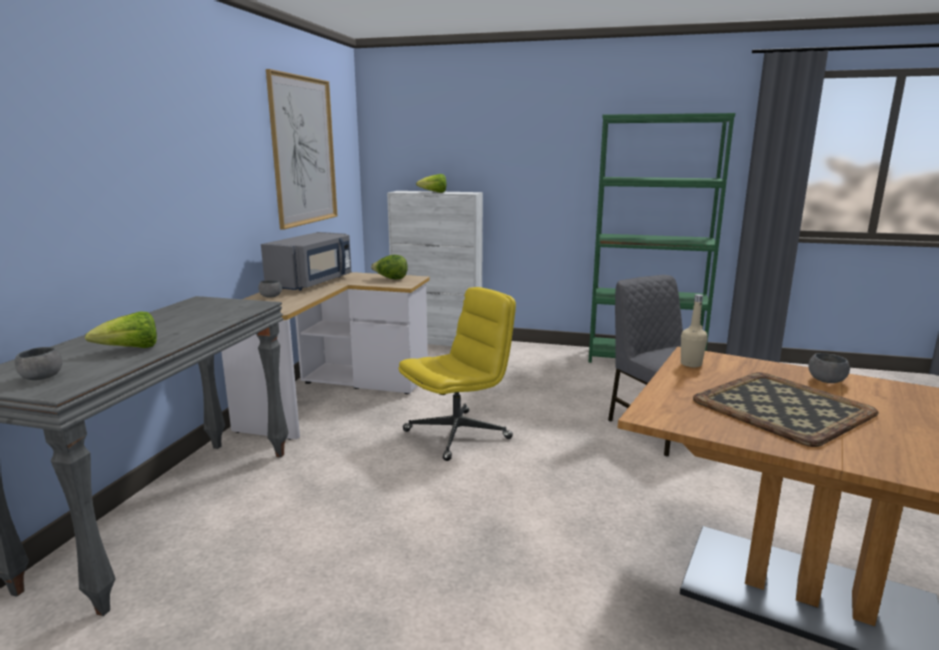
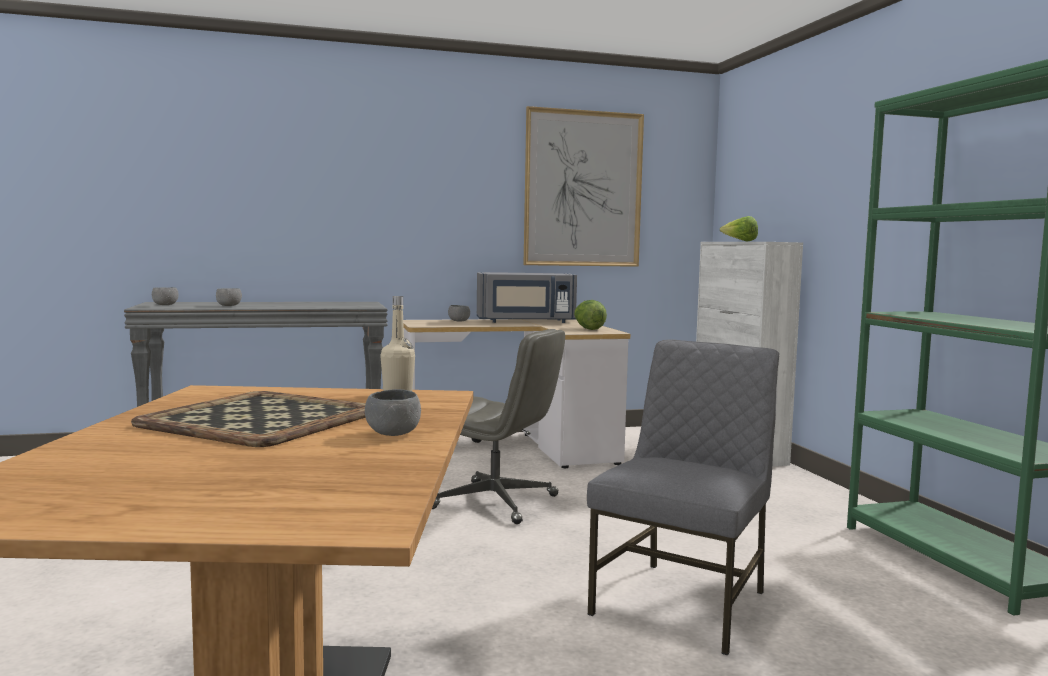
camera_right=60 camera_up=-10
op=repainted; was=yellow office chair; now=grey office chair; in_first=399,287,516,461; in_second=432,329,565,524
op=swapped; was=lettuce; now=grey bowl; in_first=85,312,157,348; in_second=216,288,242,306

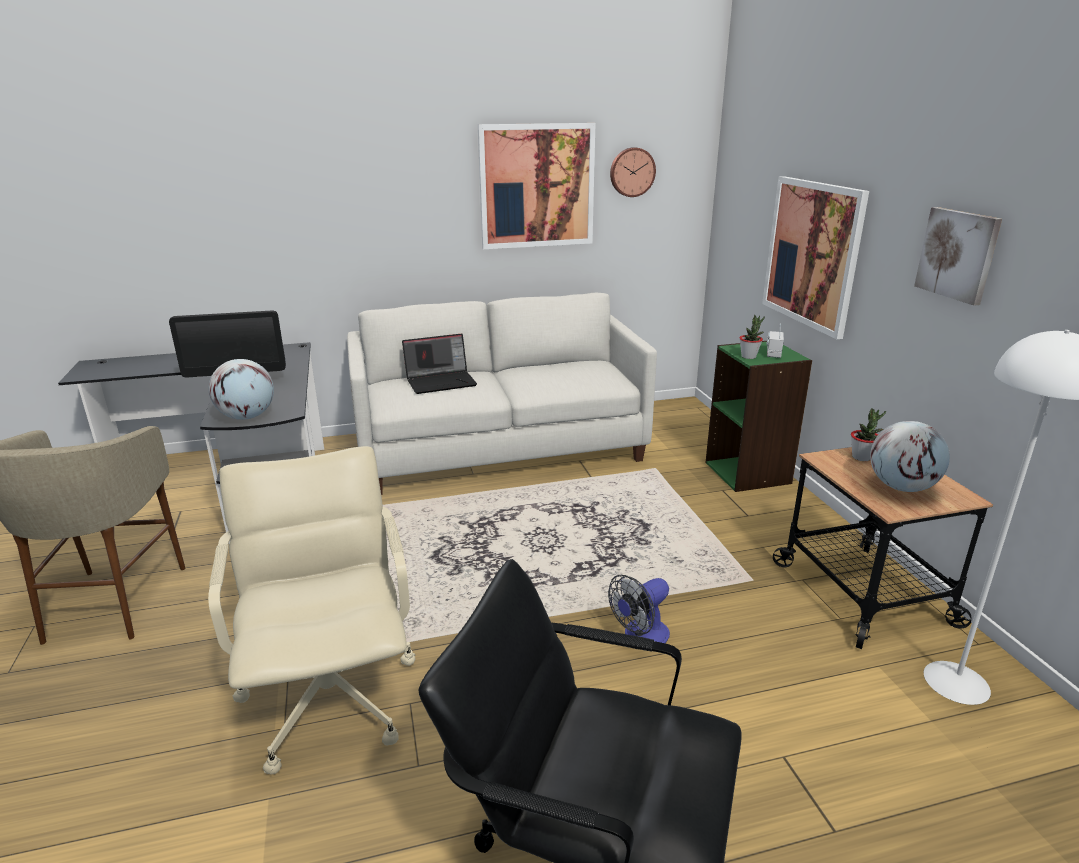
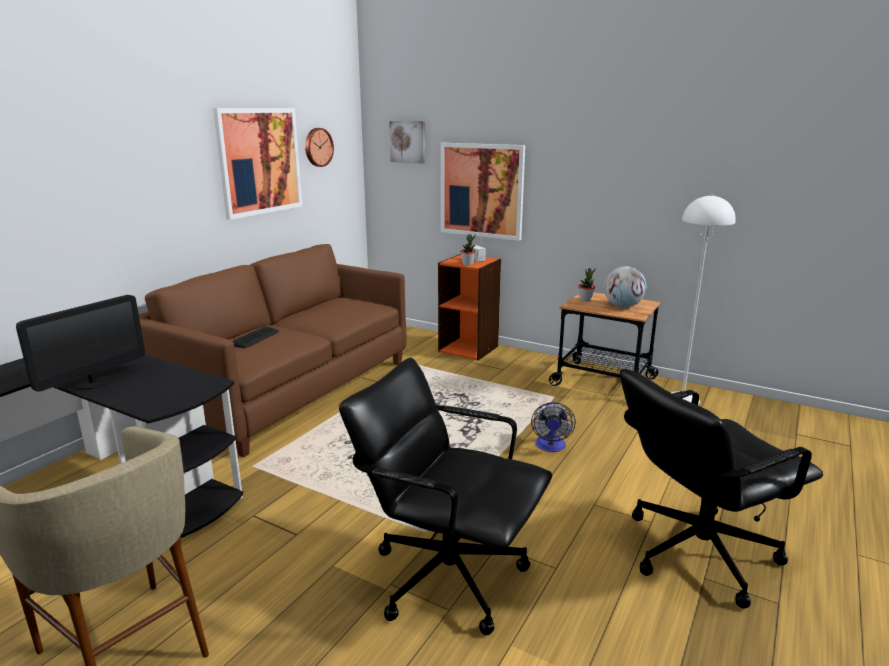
camera_right=-45 camera_up=-5
op=shifted; was=picture; in_first=914,207,1002,306; in_second=389,121,425,164
op=repainted; was=white sofa; now=brown sofa; in_first=347,293,657,495; in_second=139,244,407,457
op=swapped; was=laptop; now=keyboard; in_first=402,333,477,394; in_second=233,326,279,348
op=repainted; was=green bookcase; now=orange bookcase; in_first=705,341,812,492; in_second=438,254,501,361
op=gone; was=globe; in_first=209,359,274,420
op=repainted; was=beige office chair; now=black office chair; in_first=208,446,415,775; in_second=339,358,552,635

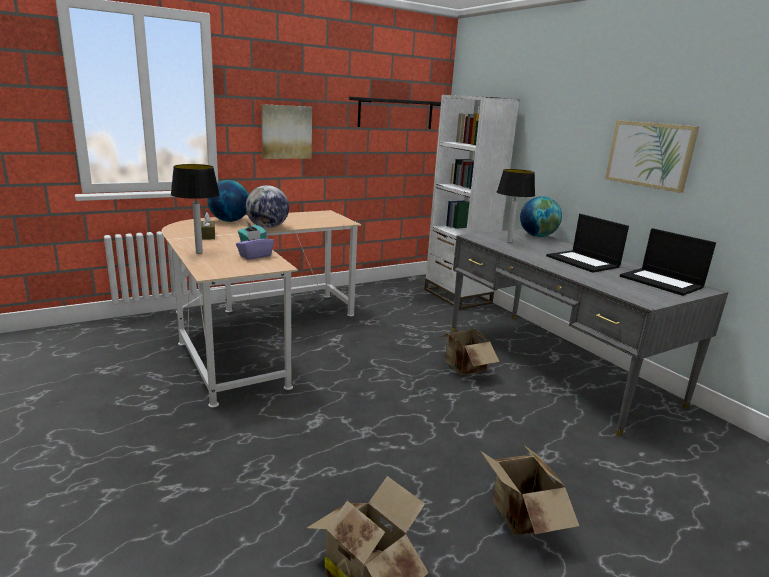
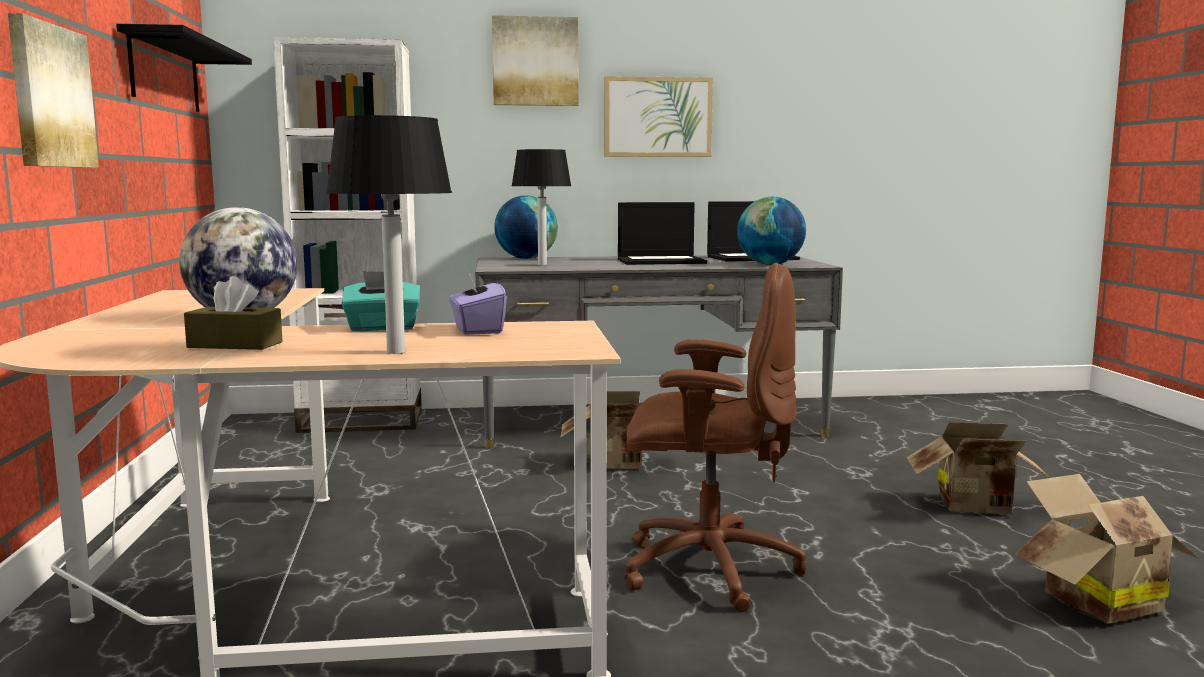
camera_right=-65 camera_up=-10
op=shifted; was=globe; in_first=207,180,249,222; in_second=737,197,806,265
op=new; now=picture; in_second=492,15,579,106
op=new; now=brown office chair; in_second=625,263,806,612

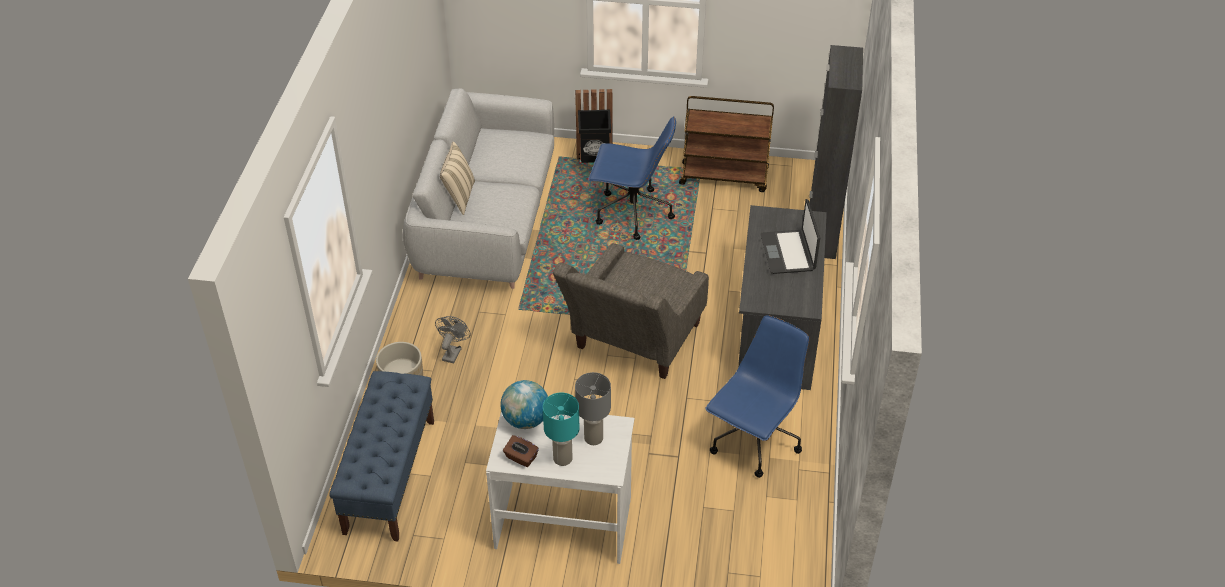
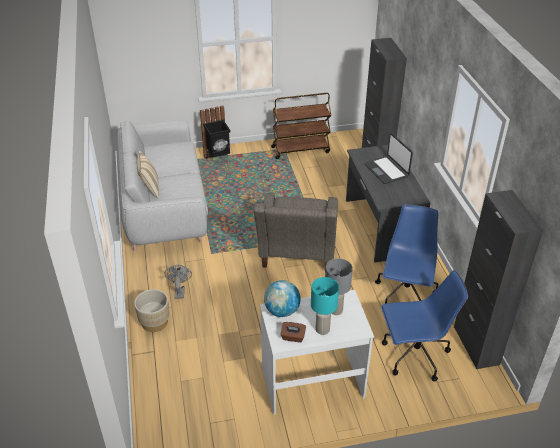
camera_right=-20 camera_up=-5
op=shifted; was=blue office chair; in_first=588,117,676,240; in_second=381,270,468,381
op=gone; was=blue bench; in_first=329,371,434,541
op=new; now=black cabinet; in_second=454,190,543,369

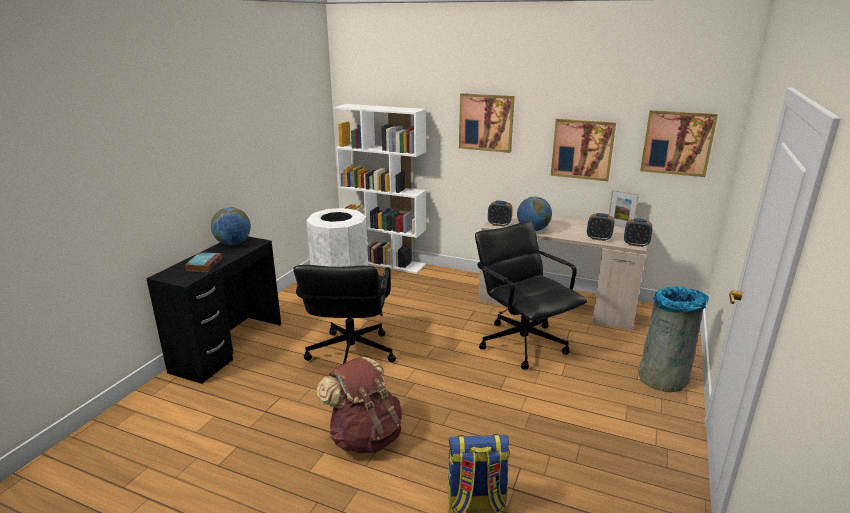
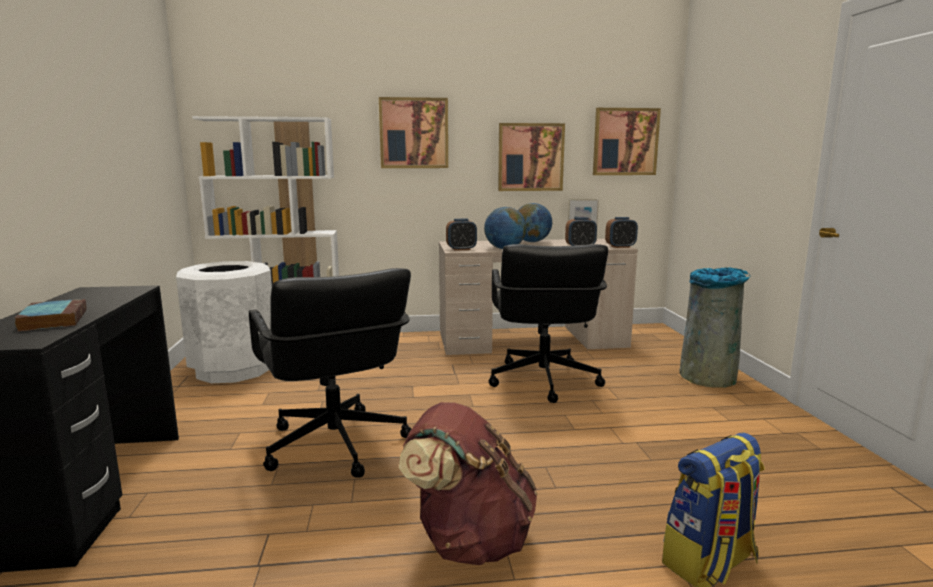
camera_right=-30 camera_up=-10
op=shifted; was=globe; in_first=211,207,251,245; in_second=518,203,552,242
op=rotated; was=black office chair; in_first=475,221,588,370; in_second=489,244,608,403; clockwise=-120

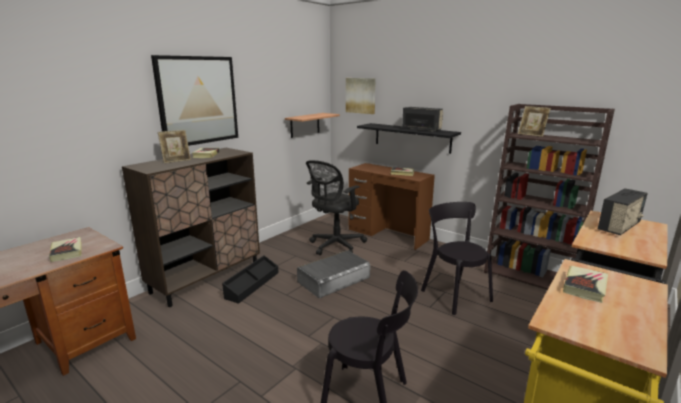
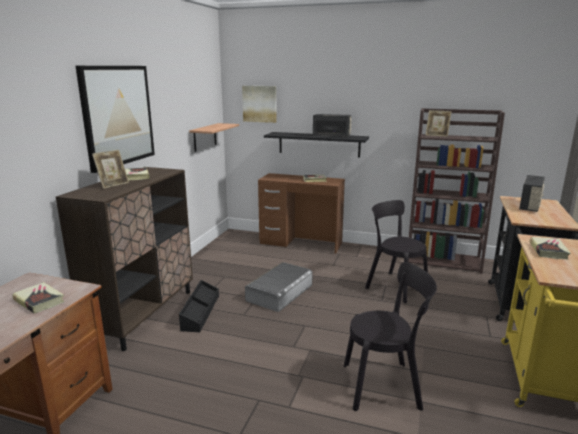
camera_right=-20 camera_up=0
op=gone; was=black office chair; in_first=306,160,367,255

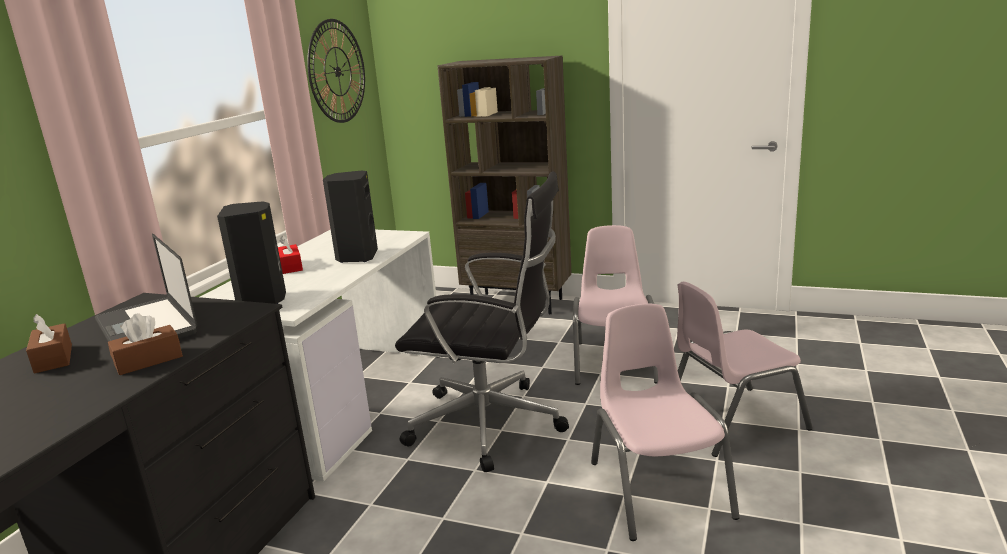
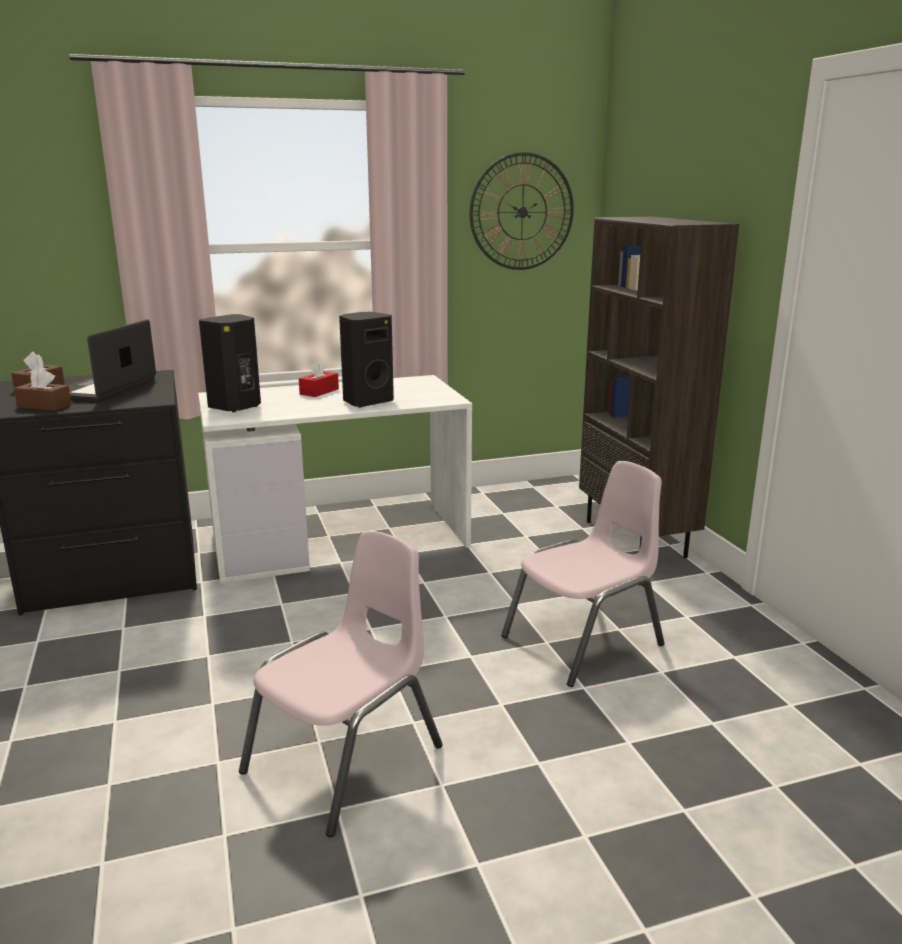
camera_right=50 camera_up=0
op=gone; was=black office chair; in_first=395,171,569,472
op=gone; was=pink chair; in_first=677,282,813,457

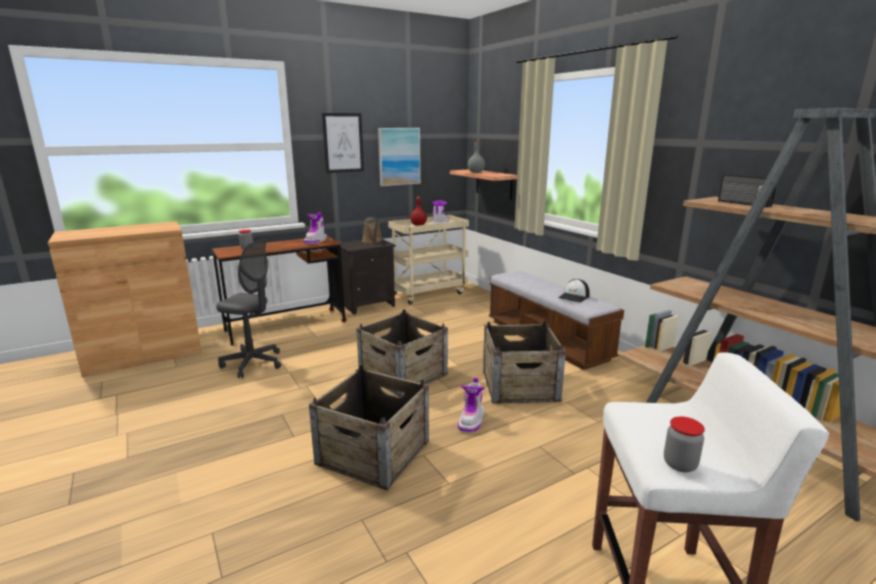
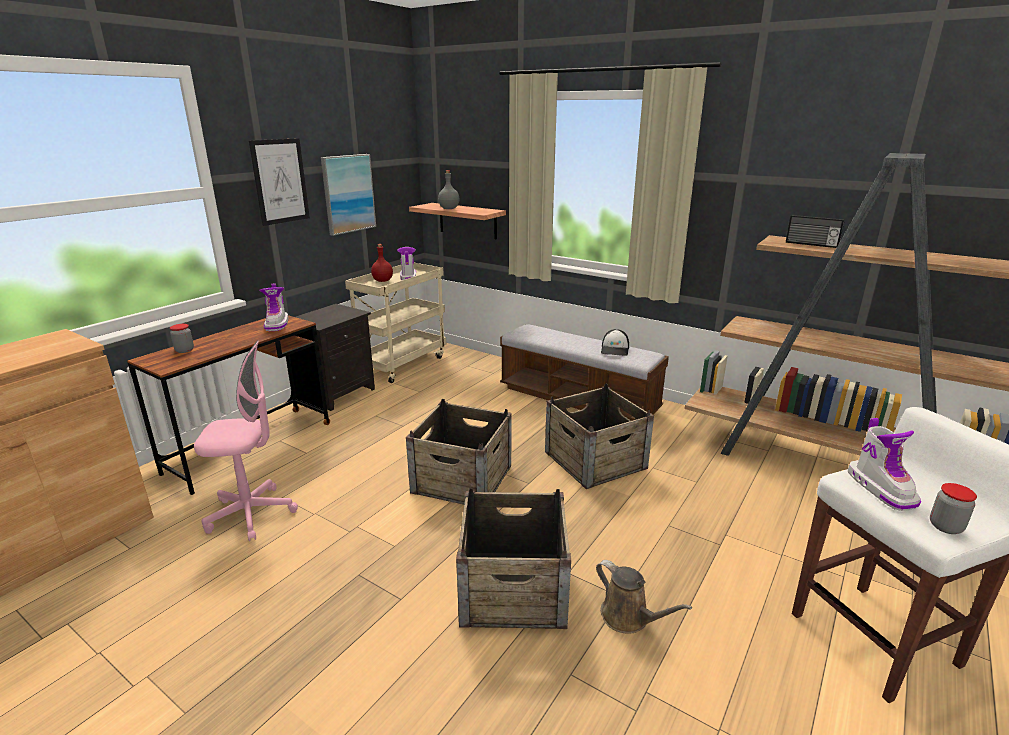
camera_right=-25 camera_up=5
op=shifted; was=brown watering can; in_first=362,217,383,243; in_second=596,560,692,634
op=repainted; was=grey office chair; now=pink office chair; in_first=216,239,281,378; in_second=194,341,298,541
op=shifted; was=boot; in_first=458,378,485,433; in_second=848,418,921,511

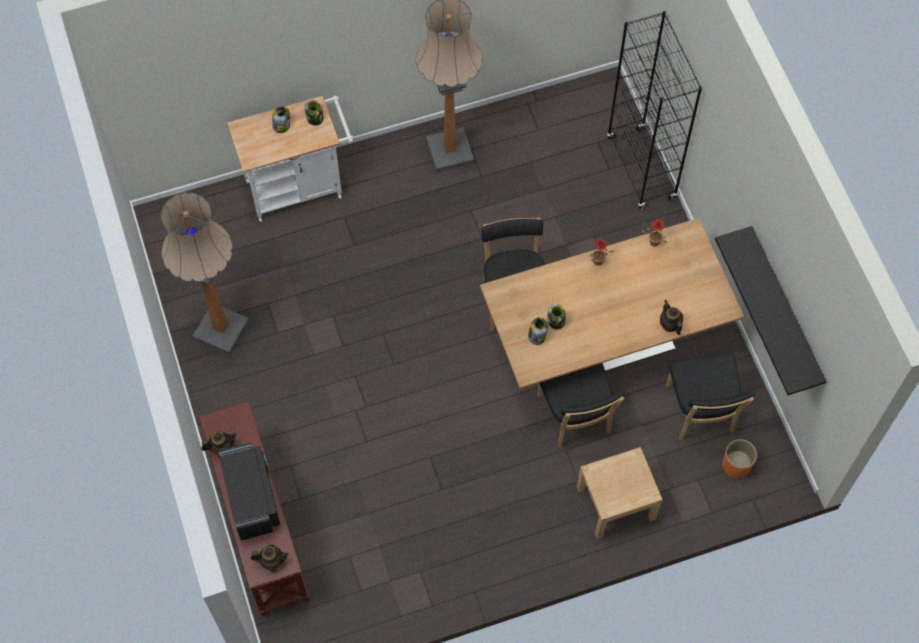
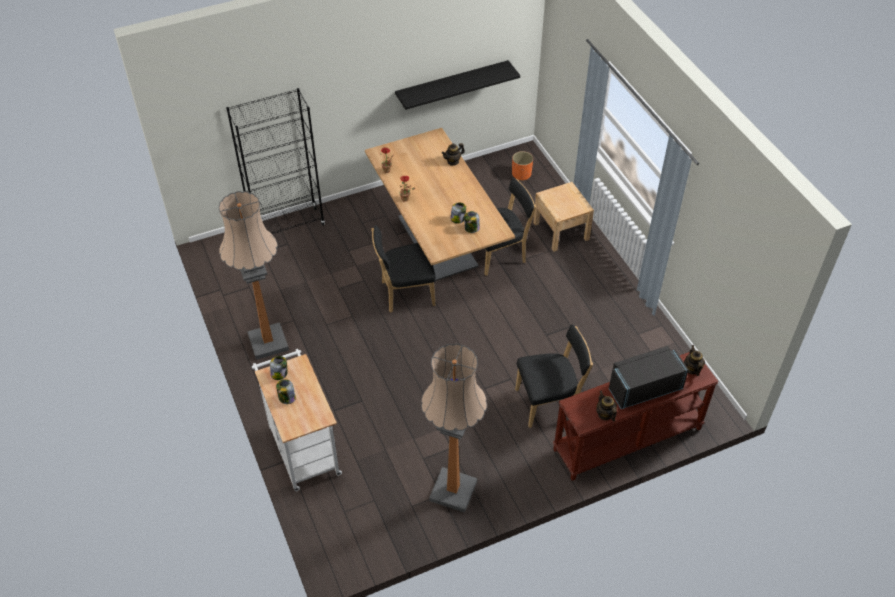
camera_right=-95 camera_up=-15
op=shifted; was=black chair; in_first=666,353,755,440; in_second=515,325,593,428

